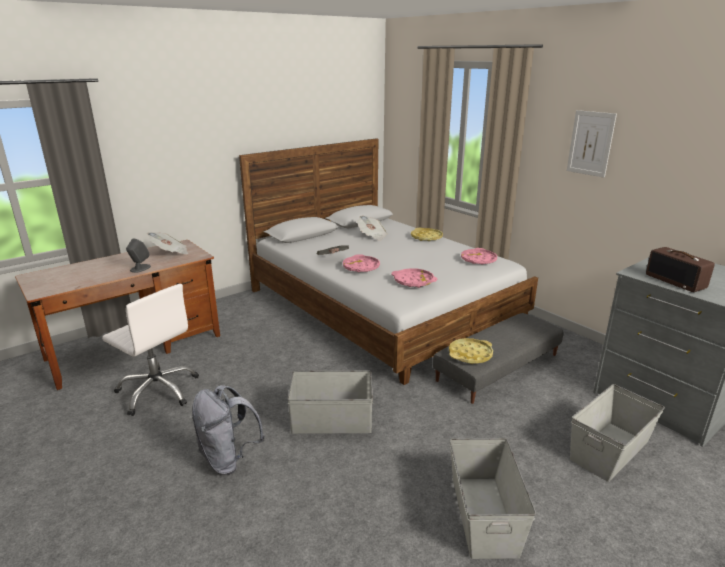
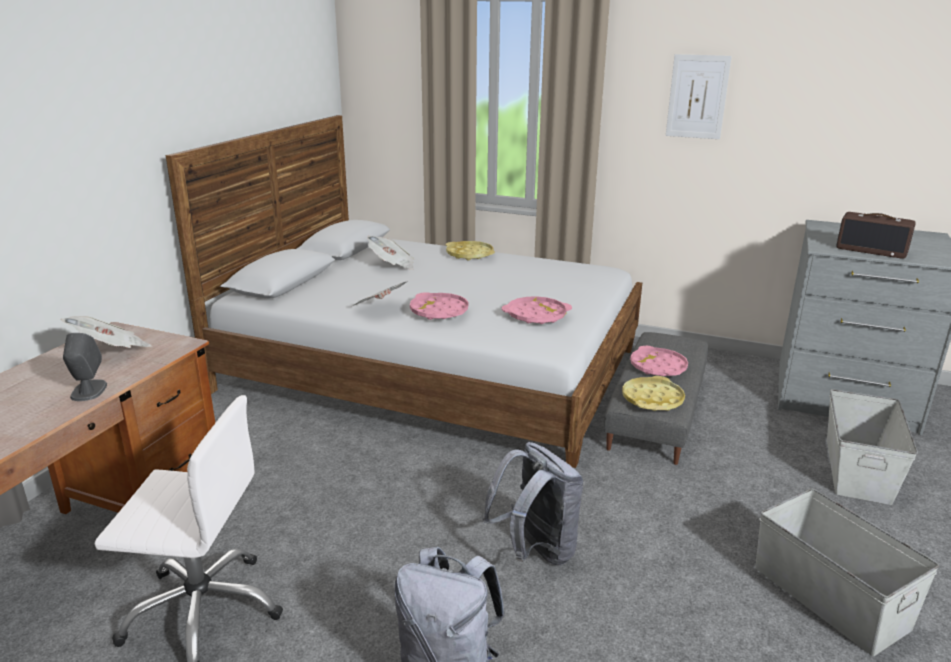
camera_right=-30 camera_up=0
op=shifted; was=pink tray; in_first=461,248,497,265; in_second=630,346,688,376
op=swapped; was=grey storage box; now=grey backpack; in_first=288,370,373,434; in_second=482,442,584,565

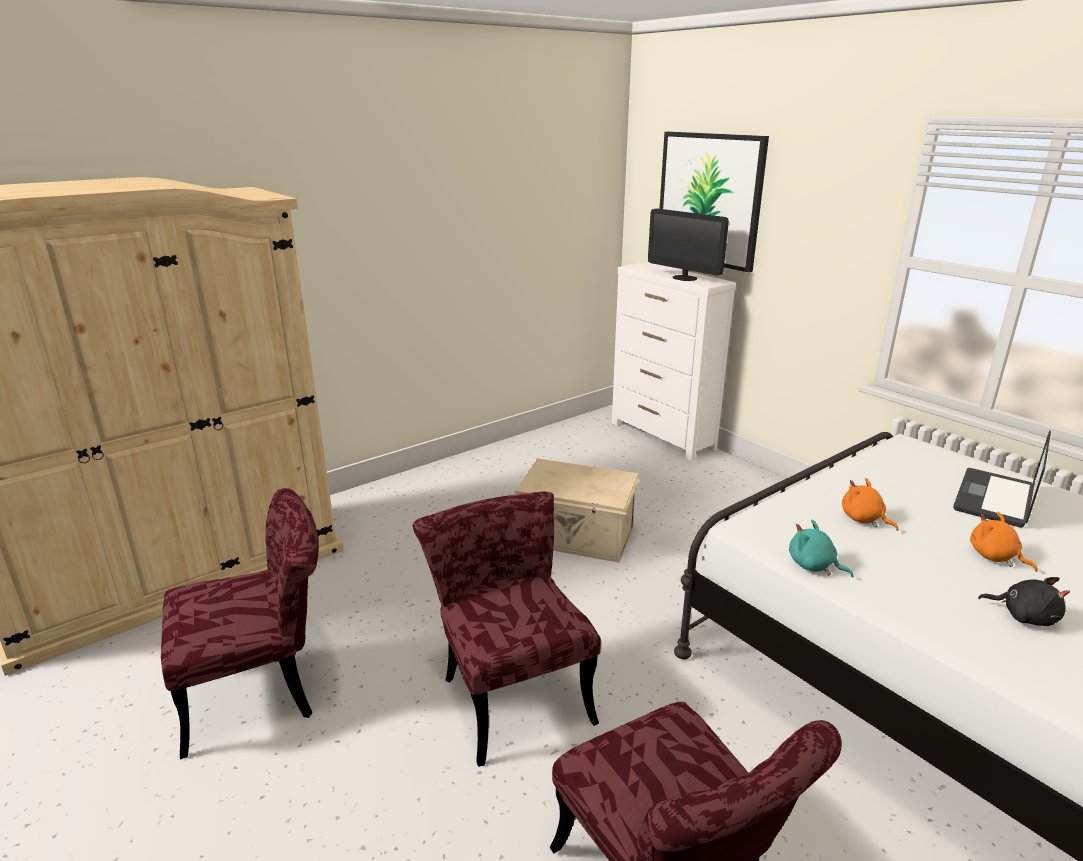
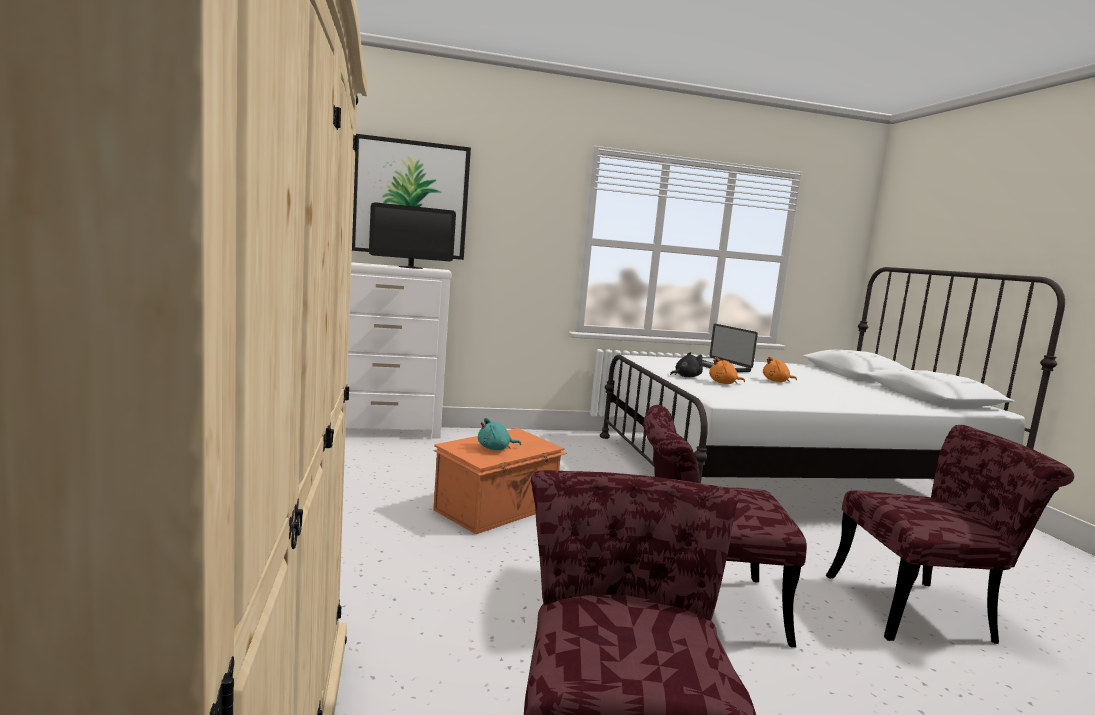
camera_right=-65 camera_up=-15
op=repainted; was=beige storage box; now=orange storage box; in_first=513,458,640,563; in_second=433,428,567,534
op=shifted; was=turquoise plush toy; in_first=789,520,854,577; in_second=478,418,521,450
op=shifted; was=black plush toy; in_first=978,577,1070,626; in_second=670,352,703,377

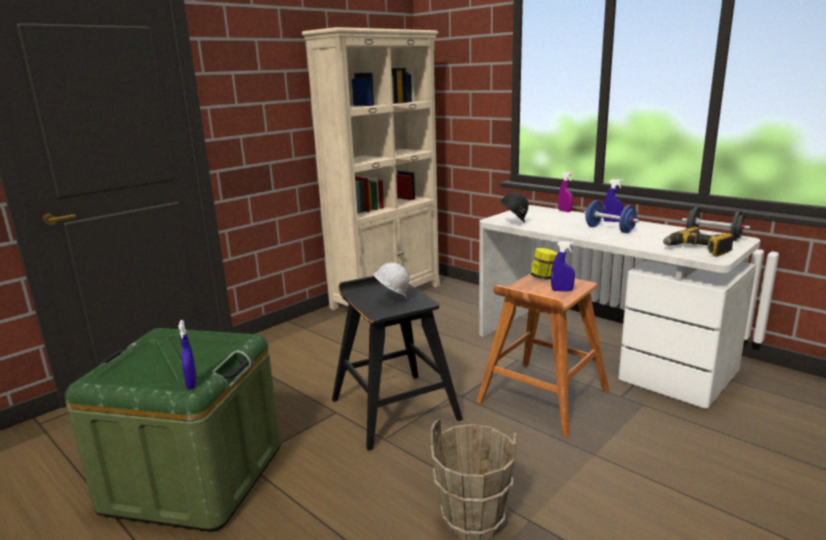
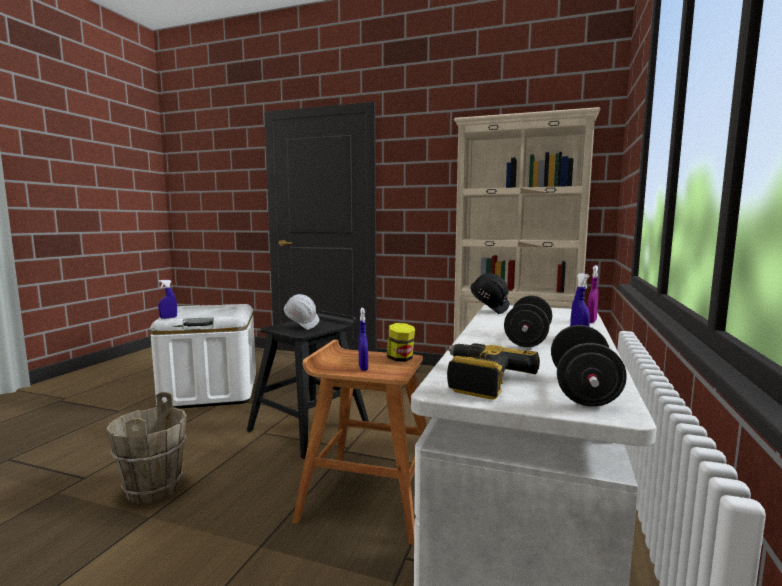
camera_right=65 camera_up=-10
op=repainted; was=blue dumbbell; now=black dumbbell; in_first=584,200,639,233; in_second=504,295,552,347
op=repainted; was=green storage box; now=white storage box; in_first=65,328,281,532; in_second=150,304,256,409

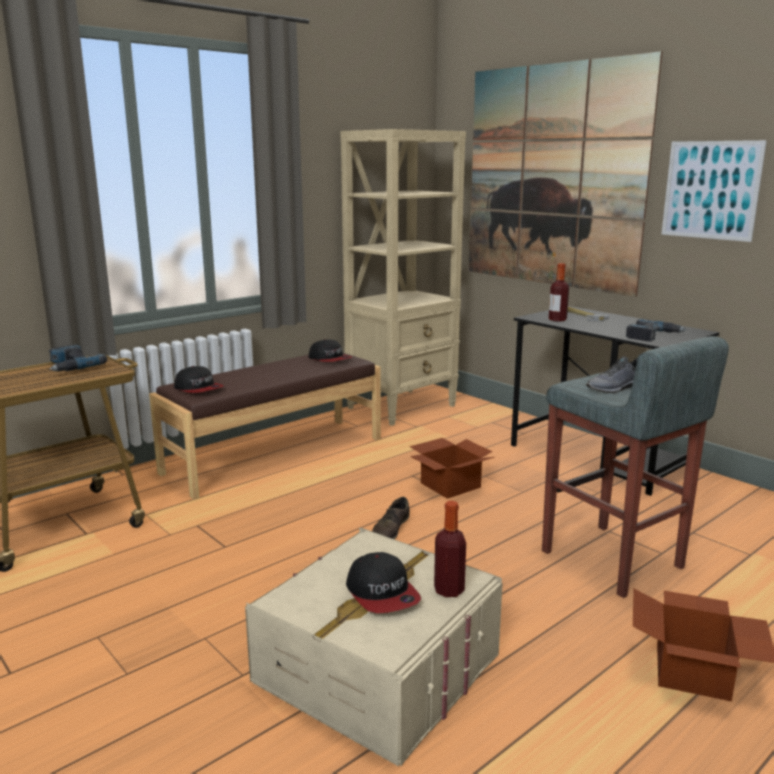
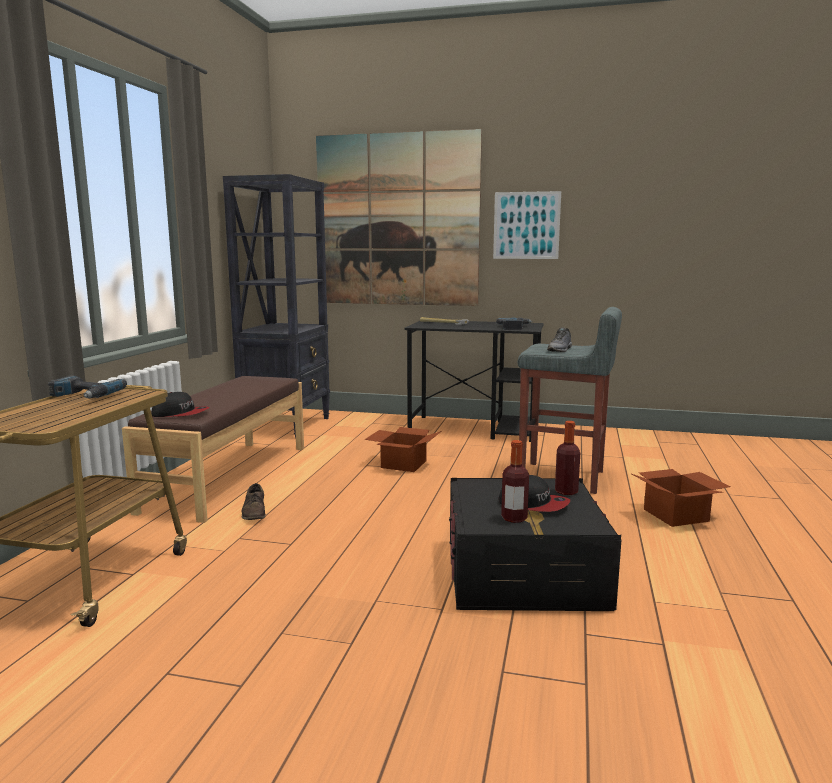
camera_right=-35 camera_up=-5
op=repainted; was=beige bookcase; now=black bookcase; in_first=341,129,466,426; in_second=223,174,330,439
op=shifted; was=bottle; in_first=549,263,569,322; in_second=501,440,529,523
op=gone; was=cap; in_first=309,339,352,362
op=shifted; was=brown shoe; in_first=372,497,410,539; in_second=242,483,266,520
op=repainted; was=beige storage box; now=black storage box; in_first=245,528,503,766; in_second=449,478,621,611

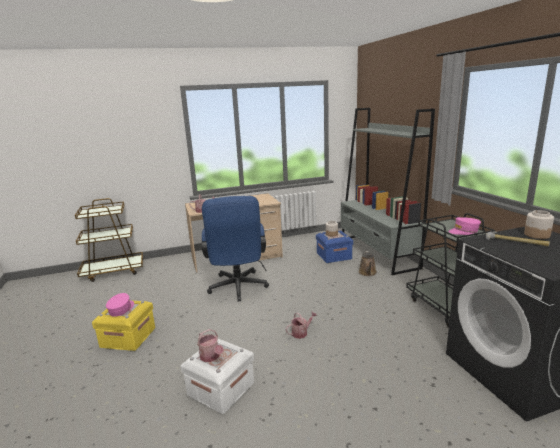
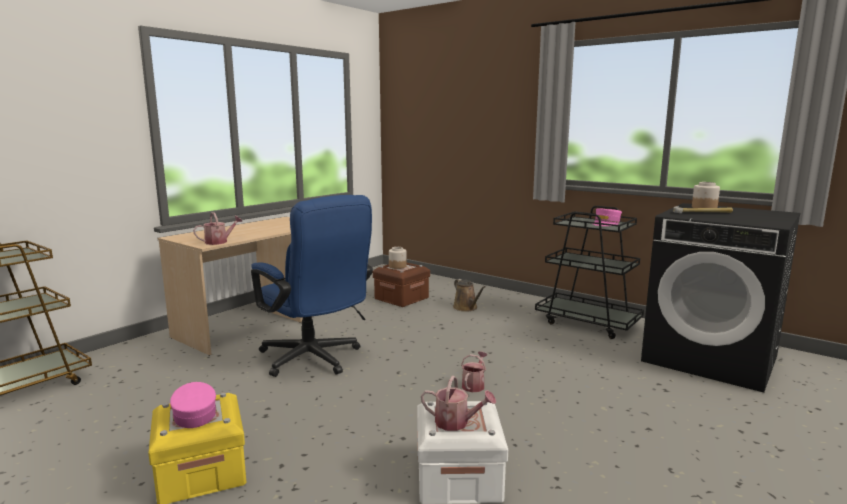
camera_right=-35 camera_up=-5
op=gone; was=grey bookcase; in_first=341,108,435,275
op=repainted; was=blue storage box; now=brown storage box; in_first=316,230,353,263; in_second=373,263,430,307

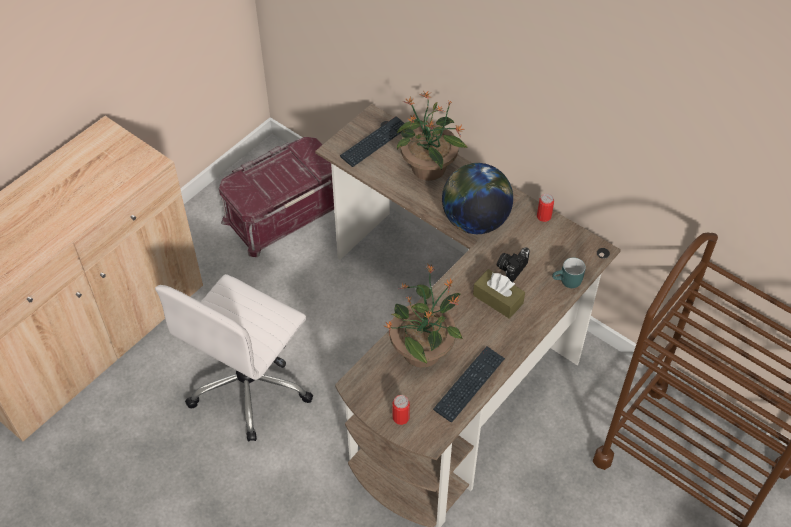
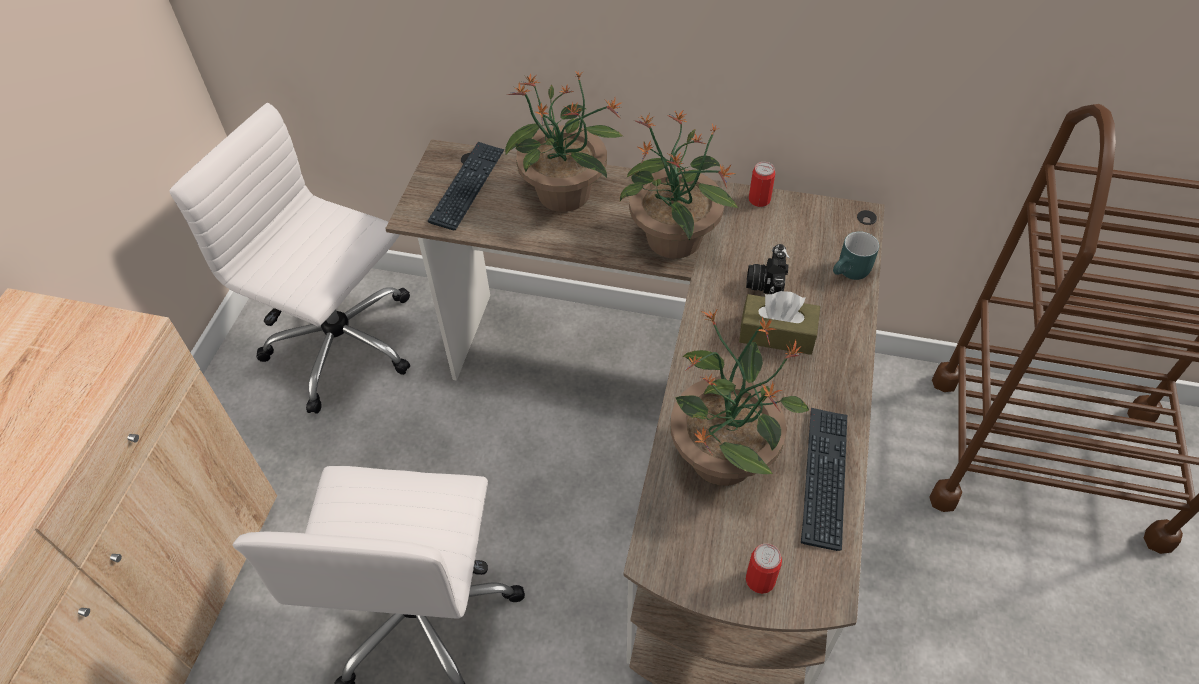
camera_right=-25 camera_up=0
op=swapped; was=red storage box; now=white office chair; in_first=219,137,334,257; in_second=169,103,410,414
op=swapped; was=globe; now=potted plant; in_first=442,163,513,234; in_second=620,111,739,259

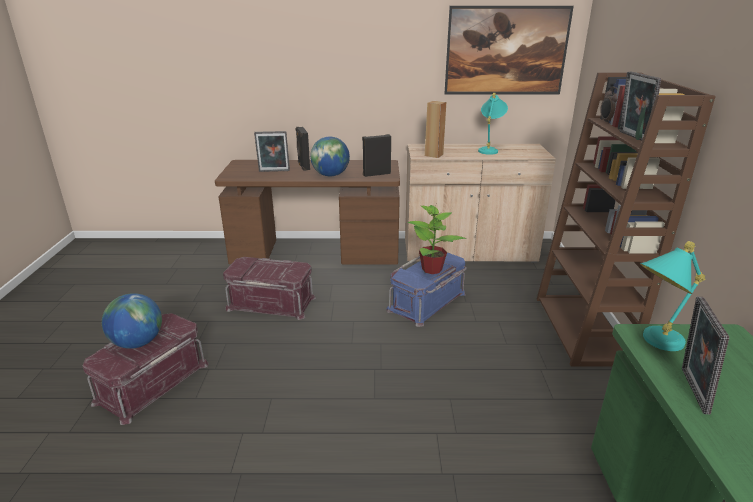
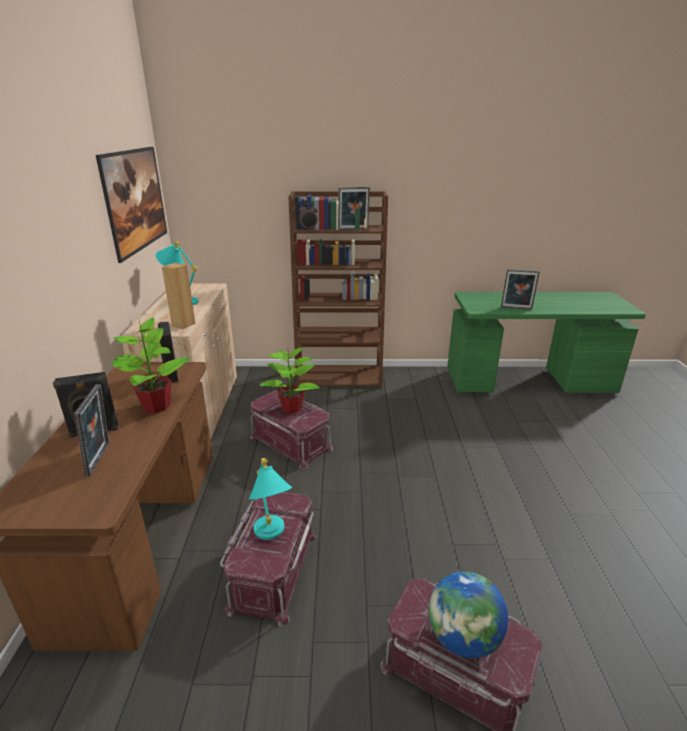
camera_right=-90 camera_up=0
op=swapped; was=globe; now=potted plant; in_first=310,136,350,177; in_second=111,318,191,413
op=shifted; was=turquoise table lamp; in_first=640,241,706,351; in_second=249,458,292,540
op=repainted; was=blue storage box; now=red storage box; in_first=386,252,467,327; in_second=250,391,333,469

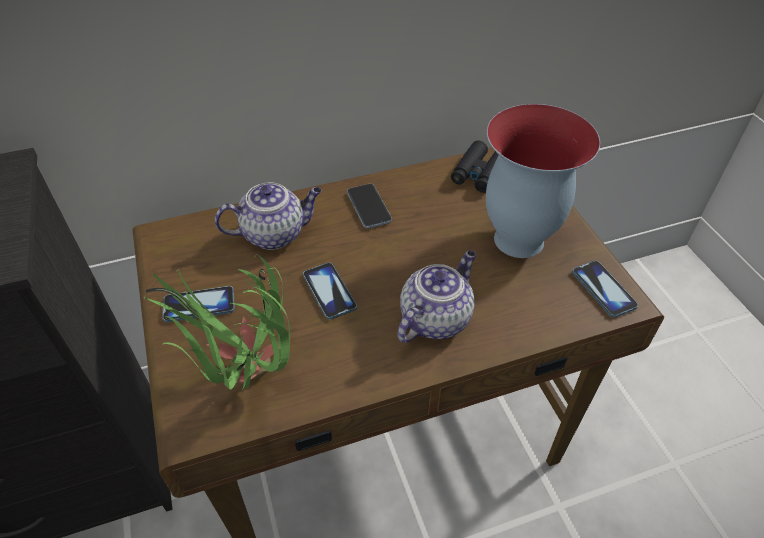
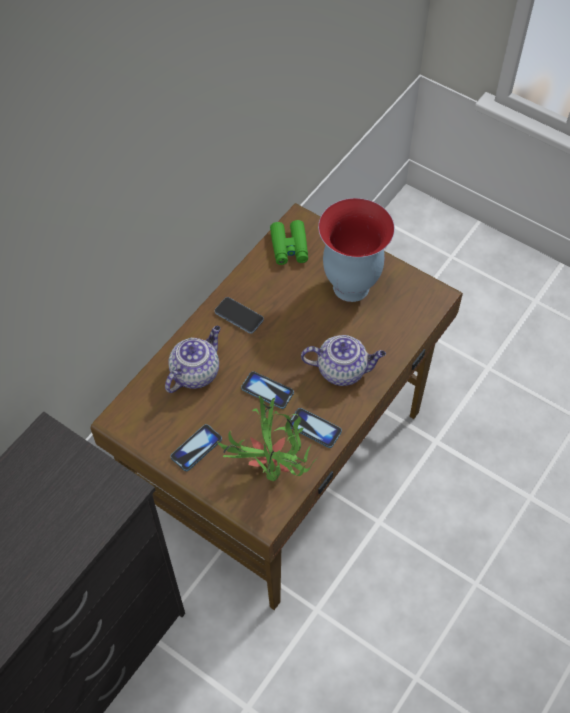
camera_right=-35 camera_up=10
op=repainted; was=black binoculars; now=green binoculars; in_first=451,140,499,193; in_second=270,220,308,265
op=rotated; was=teapot; in_first=397,250,476,343; in_second=301,335,386,386; clockwise=90
op=shifted; was=phone; in_first=572,261,638,317; in_second=290,408,342,448

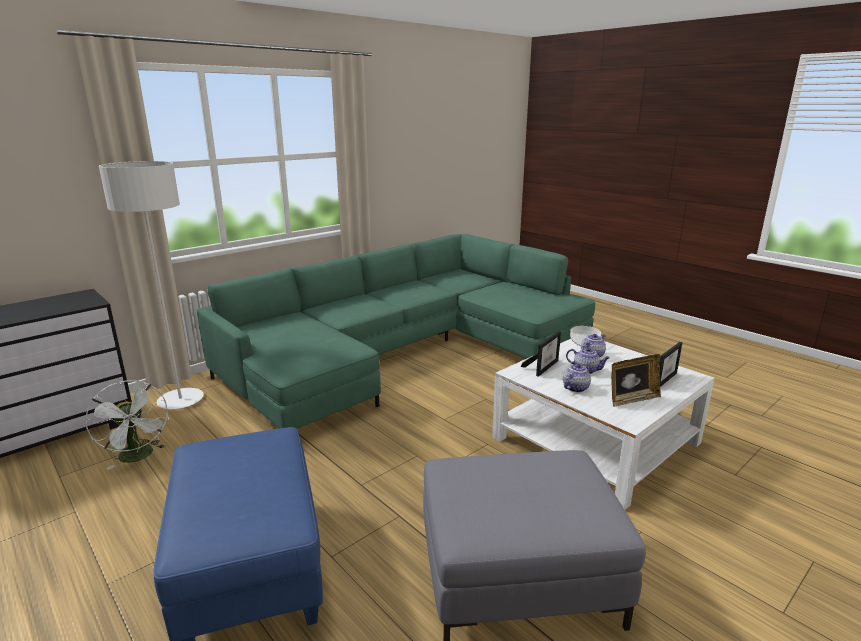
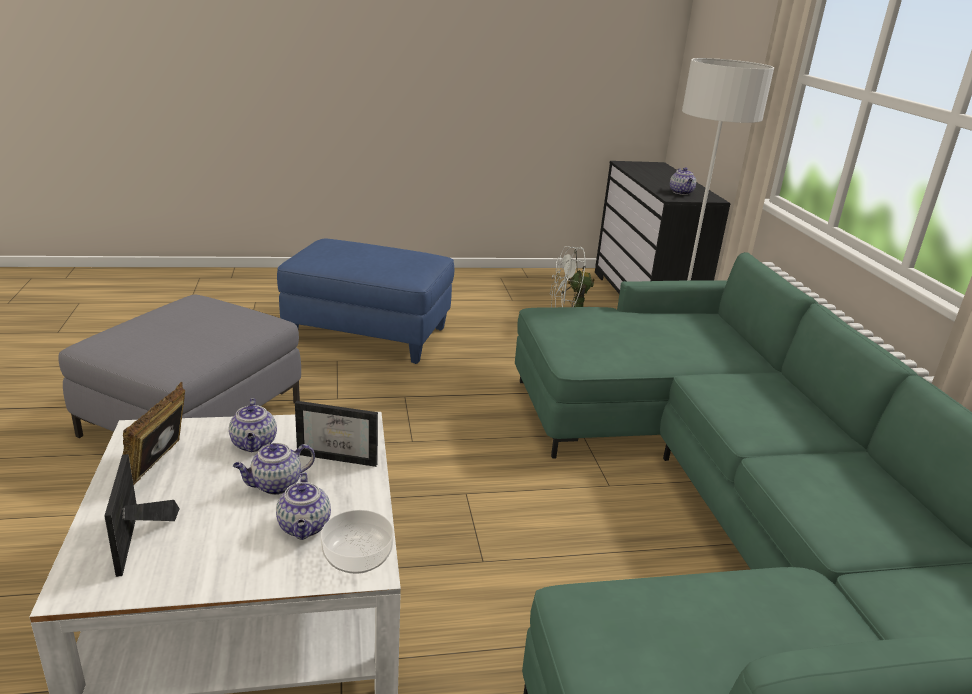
camera_right=120 camera_up=5
op=rotated; was=picture frame; in_first=520,331,561,377; in_second=295,401,378,467; clockwise=-60
op=new; now=teapot; in_second=670,168,696,195

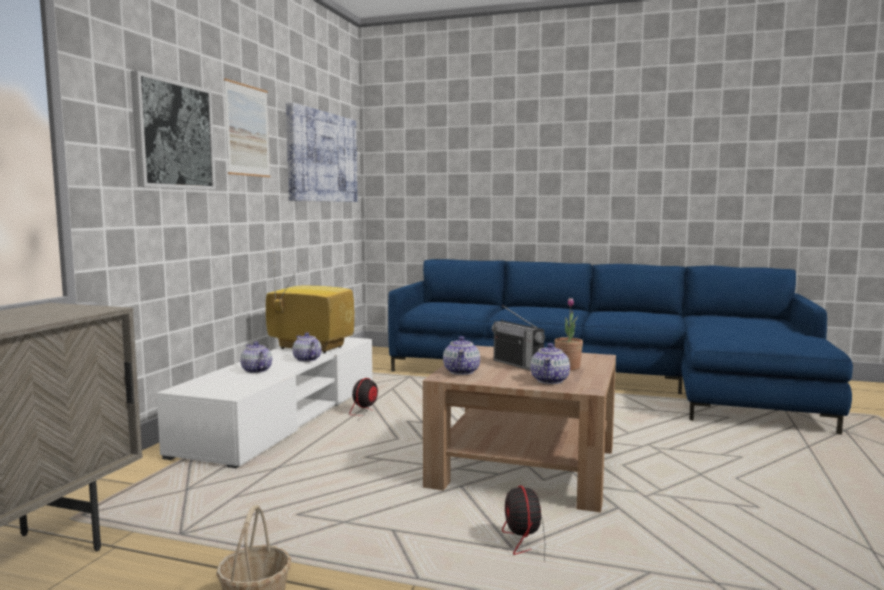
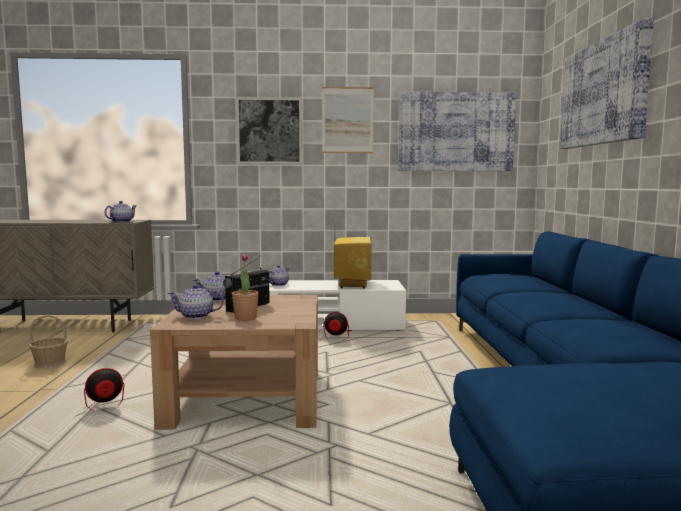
camera_right=70 camera_up=0
op=shifted; was=teapot; in_first=292,332,322,362; in_second=105,201,136,223
op=new; now=picture; in_second=560,18,654,149

